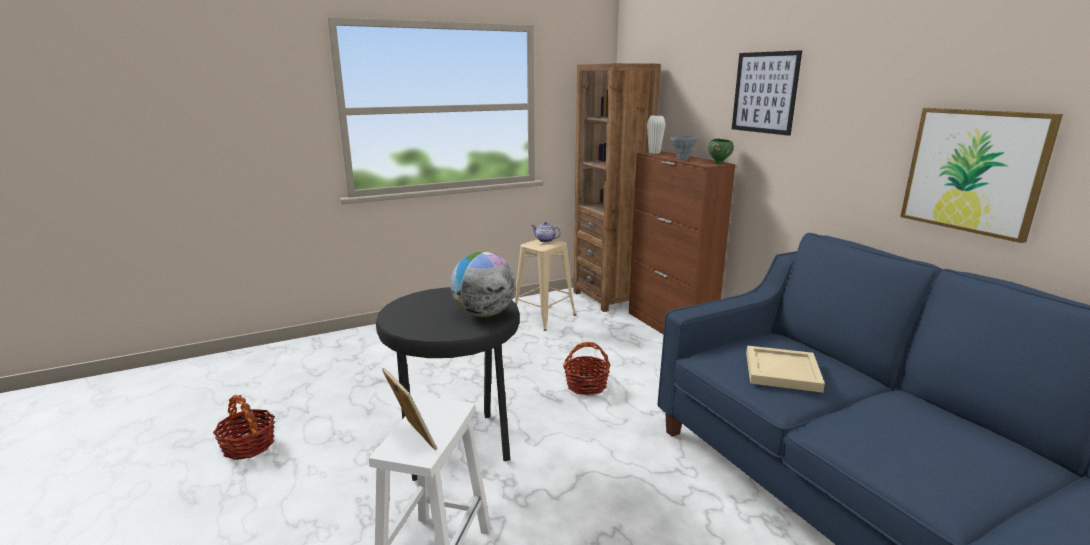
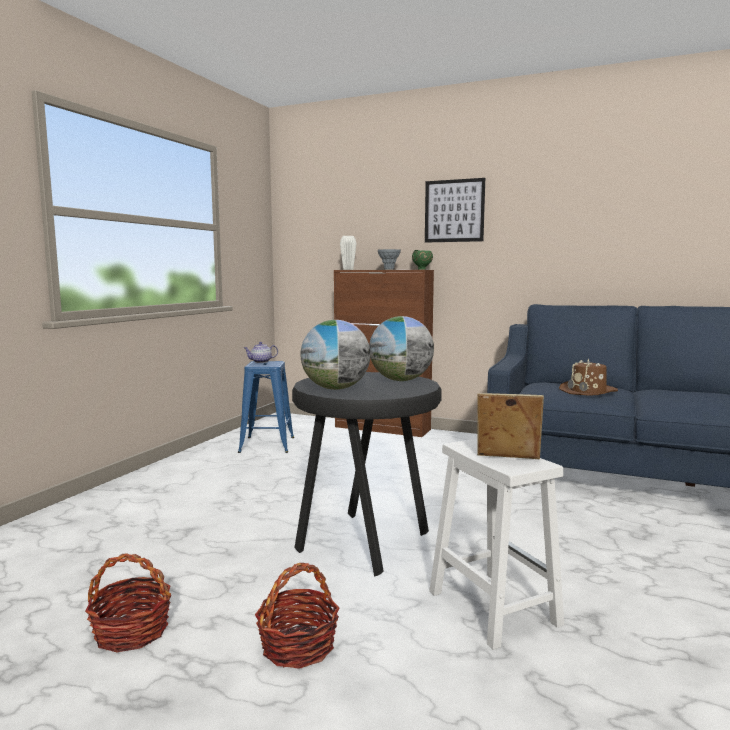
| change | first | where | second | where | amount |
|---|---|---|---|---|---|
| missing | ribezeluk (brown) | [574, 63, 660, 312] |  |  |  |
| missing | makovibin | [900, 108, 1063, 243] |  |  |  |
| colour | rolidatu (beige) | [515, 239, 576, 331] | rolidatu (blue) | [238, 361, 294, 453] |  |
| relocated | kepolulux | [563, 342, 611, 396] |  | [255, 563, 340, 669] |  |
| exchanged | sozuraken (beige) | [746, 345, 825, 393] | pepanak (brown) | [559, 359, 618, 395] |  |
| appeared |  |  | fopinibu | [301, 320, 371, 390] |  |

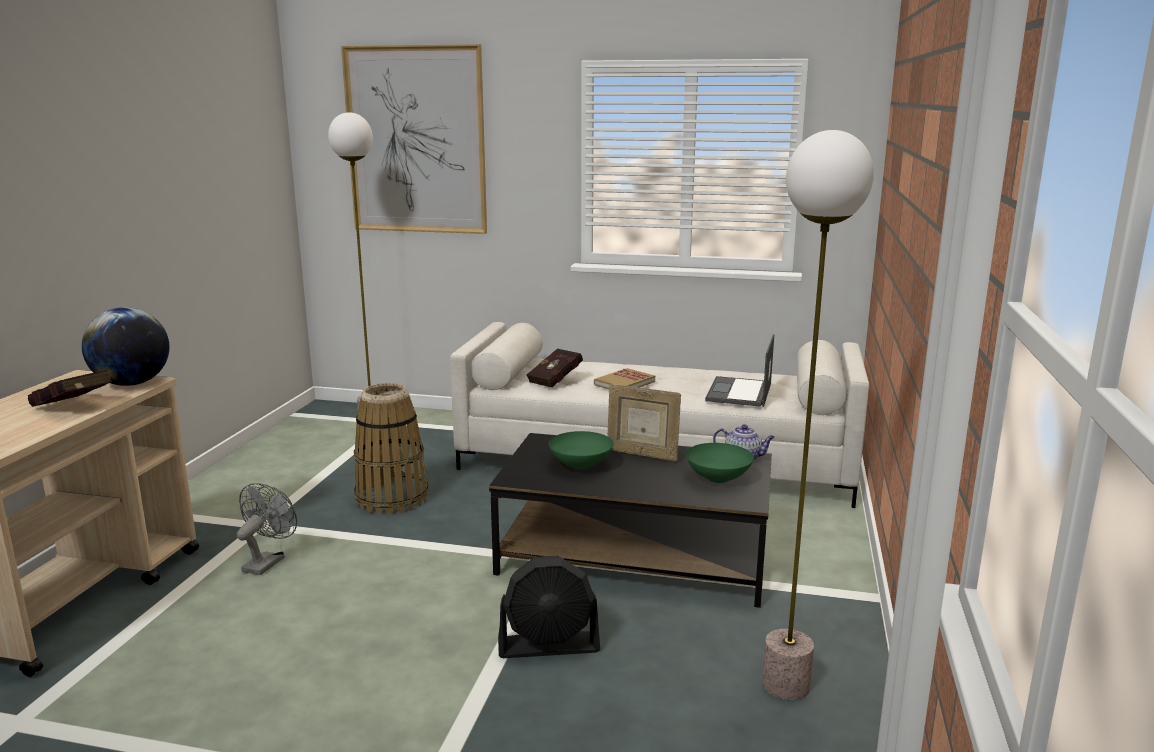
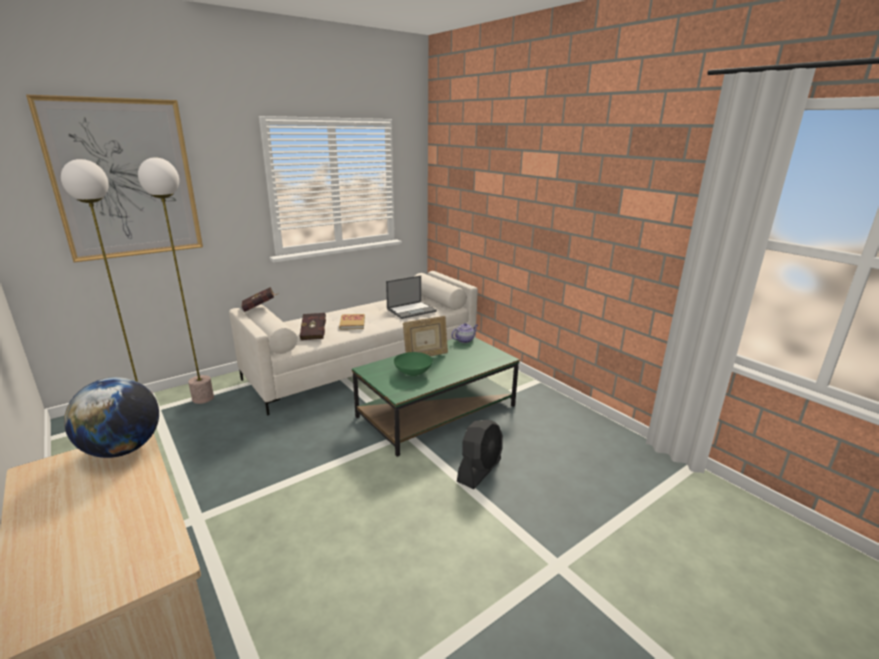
| change | first | where | second | where | amount |
|---|---|---|---|---|---|
| relocated | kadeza | [762, 130, 874, 700] |  | [138, 157, 214, 404] |  |
| spun | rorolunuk | [705, 334, 774, 407] |  | [386, 276, 437, 319] | 90 degrees counterclockwise |
| relocated | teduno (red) | [28, 370, 112, 407] |  | [242, 287, 279, 312] |  |
| missing | kepolulux | [354, 383, 429, 515] |  |  |  |
| colour | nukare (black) | [489, 433, 772, 608] | nukare (green) | [352, 337, 520, 457] |  |
| missing | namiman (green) | [686, 443, 754, 483] |  |  |  |
| missing | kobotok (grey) | [237, 483, 297, 575] |  |  |  |

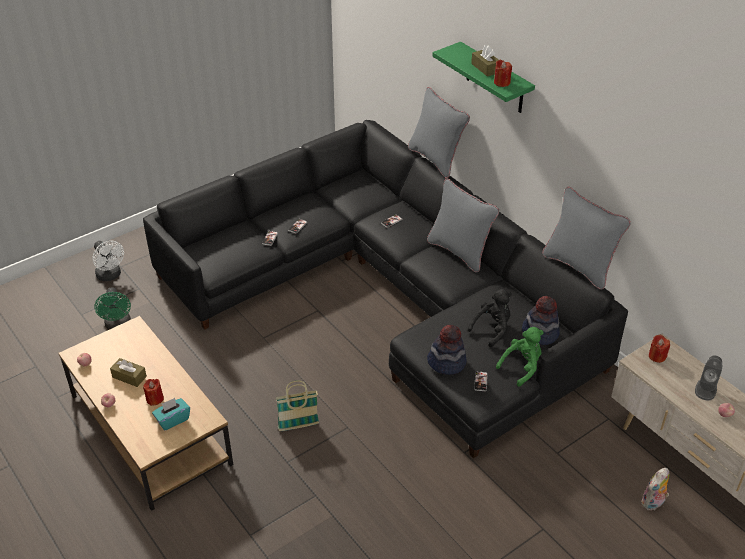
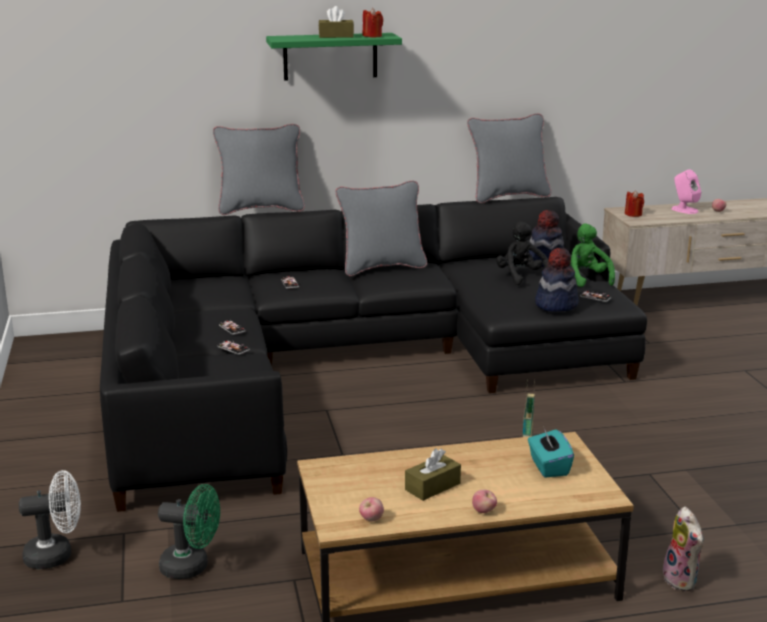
| change | first | where | second | where | amount |
|---|---|---|---|---|---|
| colour | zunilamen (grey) | [695, 355, 722, 401] | zunilamen (pink) | [671, 169, 701, 214] |  |
| missing | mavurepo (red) | [143, 379, 164, 406] |  |  |  |
| relocated | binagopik | [641, 468, 669, 511] |  | [663, 507, 703, 591] |  |

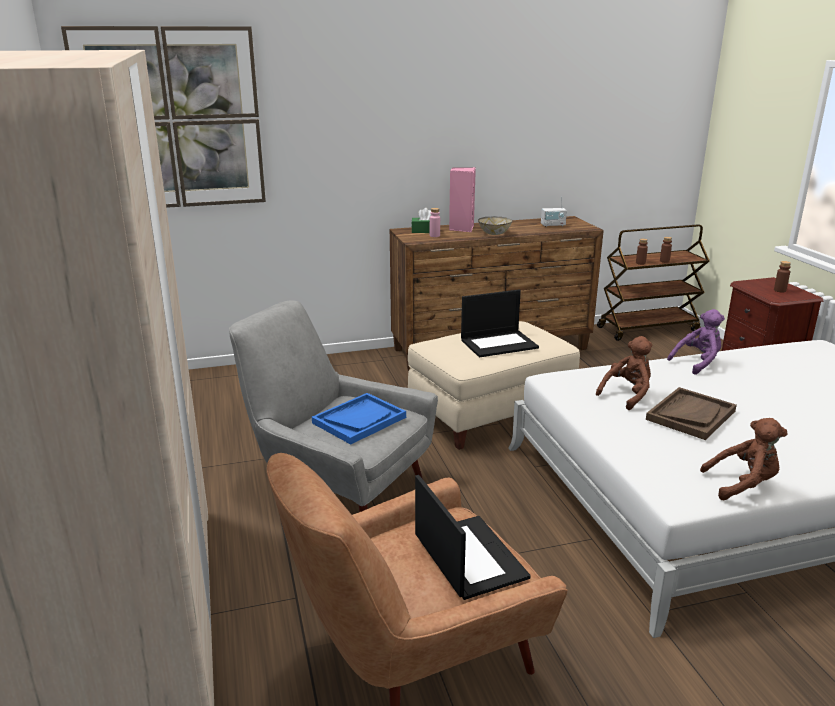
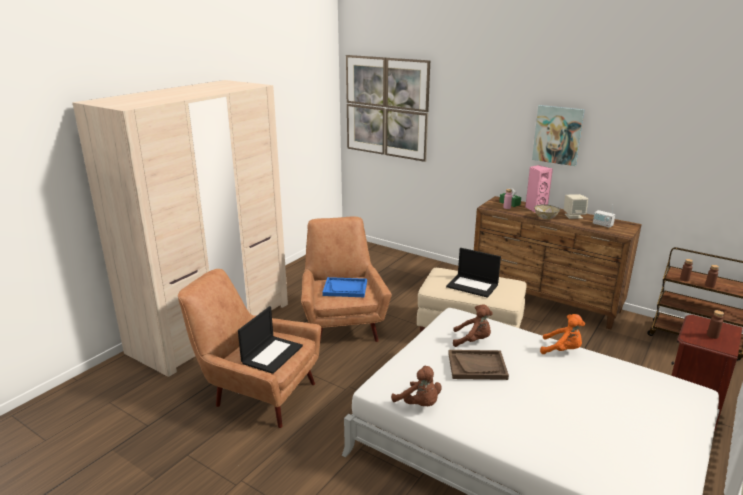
| change | first | where | second | where | amount |
|---|---|---|---|---|---|
| colour | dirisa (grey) | [229, 300, 438, 512] | dirisa (brown) | [301, 216, 392, 342] |  |
| colour | binagopik (purple) | [667, 309, 725, 375] | binagopik (orange) | [540, 314, 585, 354] |  |
| appeared |  |  | makovibin | [532, 105, 585, 166] |  |
| appeared |  |  | zunilamen (beige) | [564, 194, 588, 219] |  |

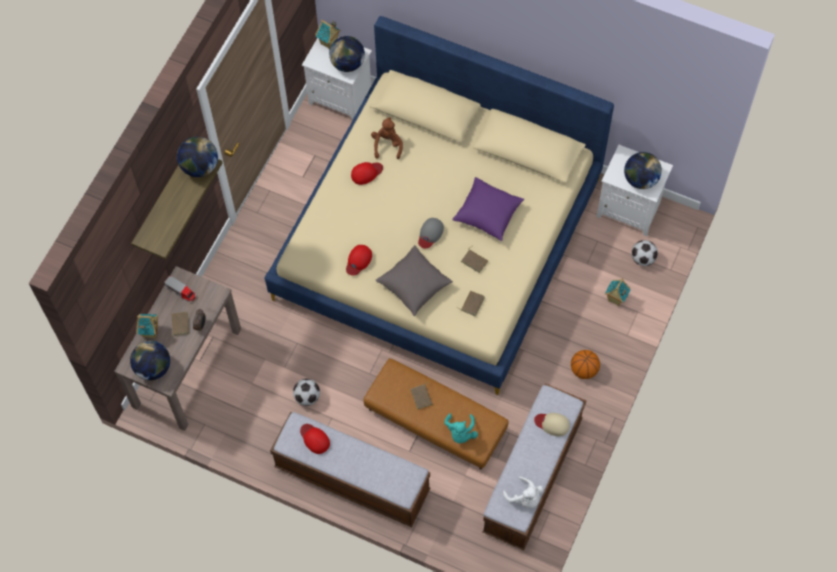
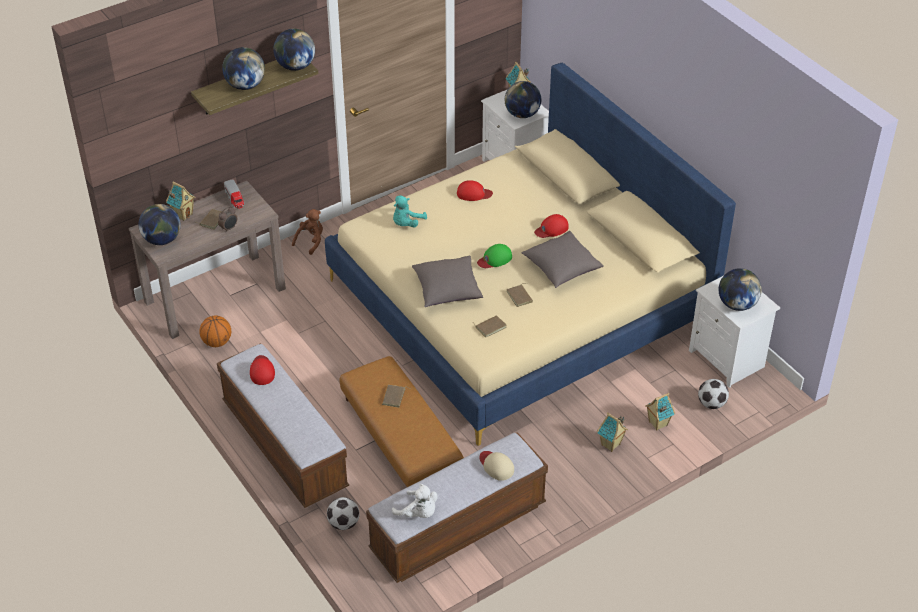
| change | first | where | second | where | amount |
|---|---|---|---|---|---|
| relocated | binagopik (brown) | [371, 117, 403, 159] |  | [292, 209, 323, 255] |  |
| colour | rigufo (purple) | [452, 177, 524, 242] | rigufo (grey) | [522, 231, 604, 288] |  |
| colour | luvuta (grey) | [418, 218, 444, 248] | luvuta (green) | [477, 244, 512, 268] |  |
| relocated | luvuta (red) | [346, 245, 372, 276] |  | [534, 214, 569, 238] |  |
| relocated | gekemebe | [571, 350, 600, 379] |  | [199, 316, 231, 347] |  |
| relocated | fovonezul | [293, 379, 320, 406] |  | [327, 497, 359, 530] |  |
| relocated | binagopik (turquoise) | [445, 413, 478, 443] |  | [393, 195, 427, 227] |  |
| spun | binagopik (white) | [503, 477, 543, 508] |  | [392, 484, 438, 518] | 45 degrees counterclockwise |
| appeared |  |  | fopinibu | [222, 47, 265, 90] |  |
| appeared |  |  | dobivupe | [597, 412, 628, 452] |  |

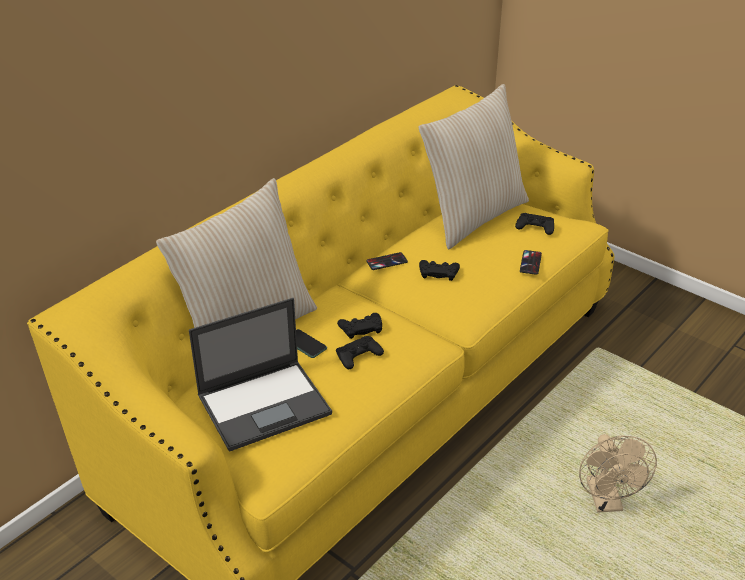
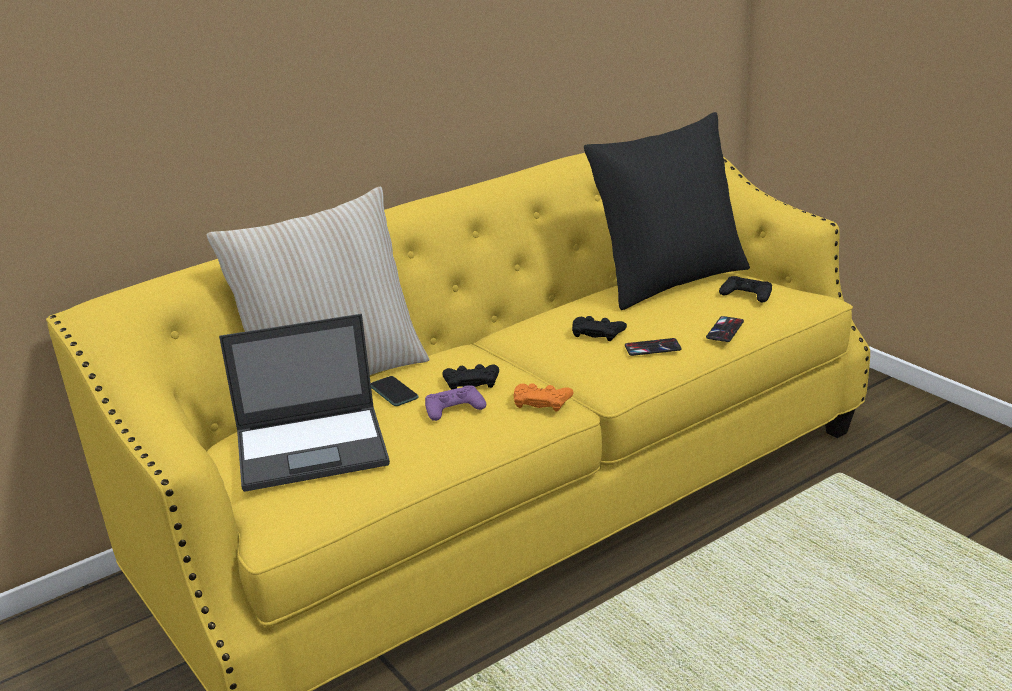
| change | first | where | second | where | amount |
|---|---|---|---|---|---|
| colour | rigufo (beige) | [418, 84, 529, 249] | rigufo (black) | [584, 112, 750, 310] |  |
| relocated | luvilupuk | [366, 252, 408, 270] |  | [625, 338, 682, 356] |  |
| colour | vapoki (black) | [336, 336, 384, 369] | vapoki (purple) | [425, 386, 486, 421] |  |
| missing | kobotok (beige) | [579, 434, 657, 512] |  |  |  |
| appeared |  |  | vapoki (orange) | [514, 383, 573, 412] |  |

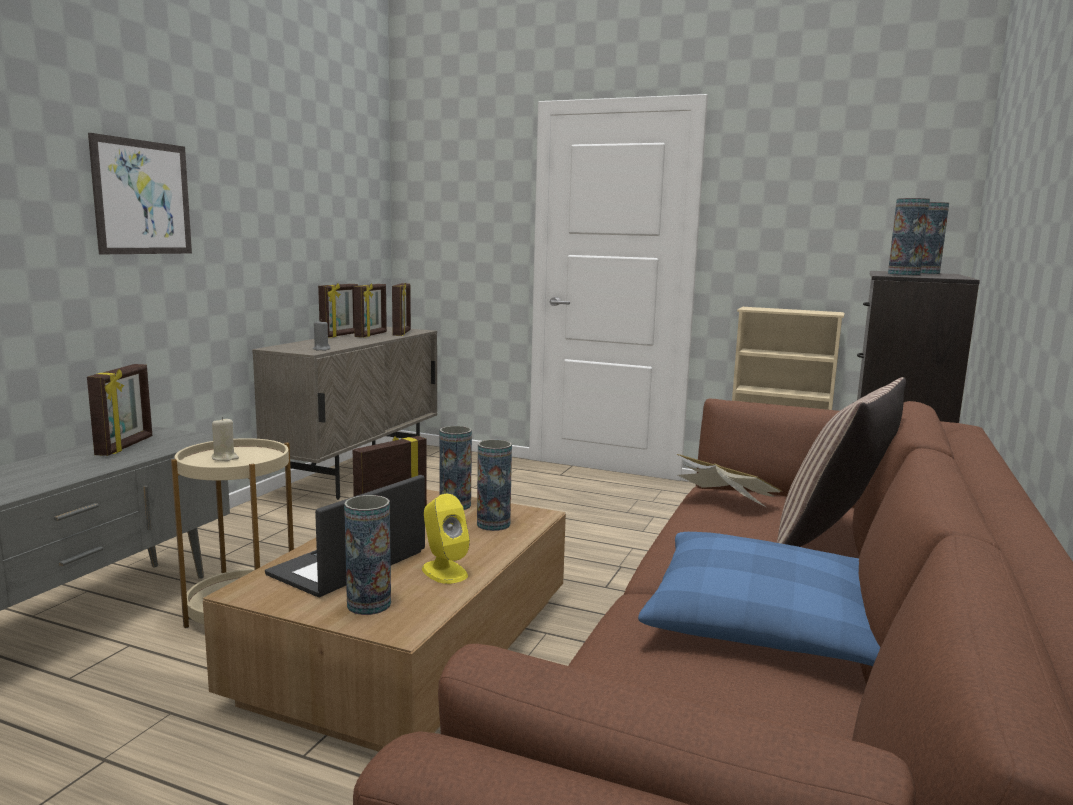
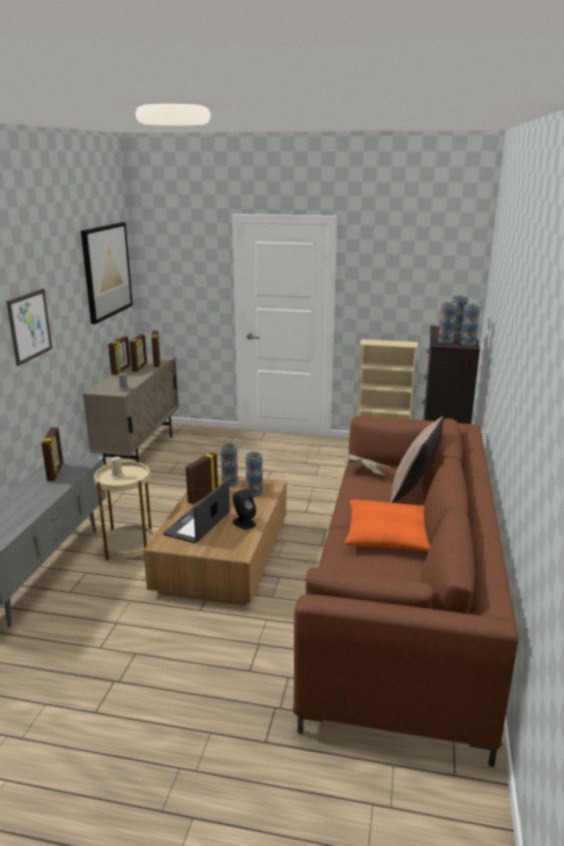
| change | first | where | second | where | amount |
|---|---|---|---|---|---|
| colour | zunilamen (yellow) | [422, 494, 470, 584] | zunilamen (black) | [232, 489, 256, 529] |  |
| relocated | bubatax | [344, 495, 391, 615] |  | [461, 304, 481, 346] |  |
| colour | rigufo (blue) | [638, 532, 880, 666] | rigufo (orange) | [345, 500, 430, 552] |  |
| appeared |  |  | makovibin | [81, 222, 133, 324] |  |

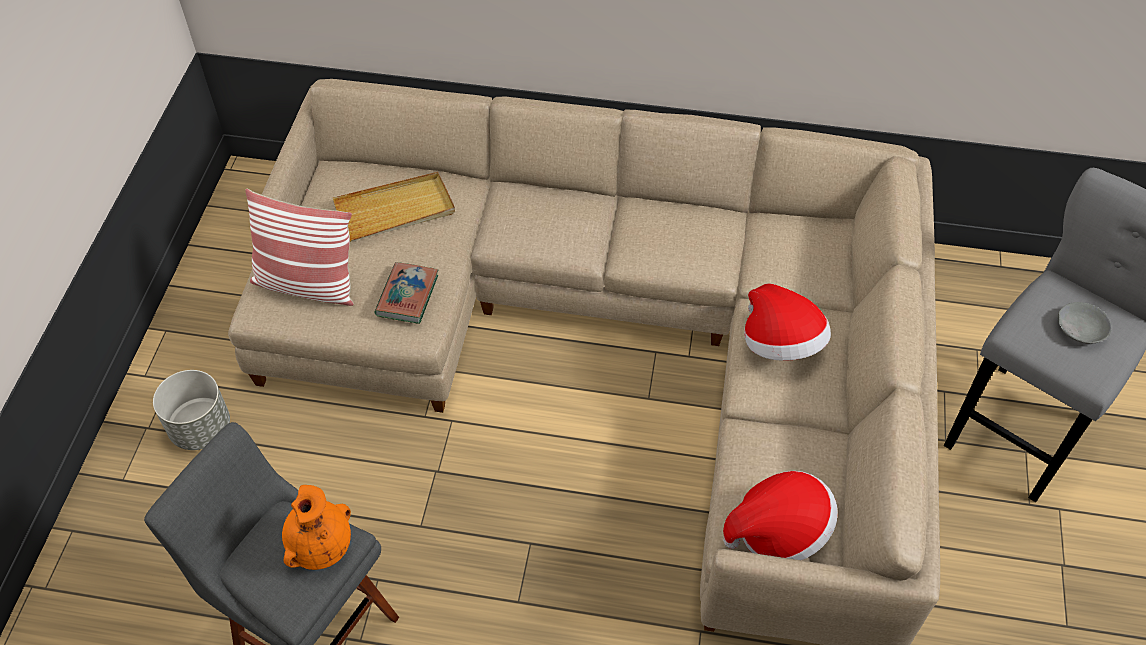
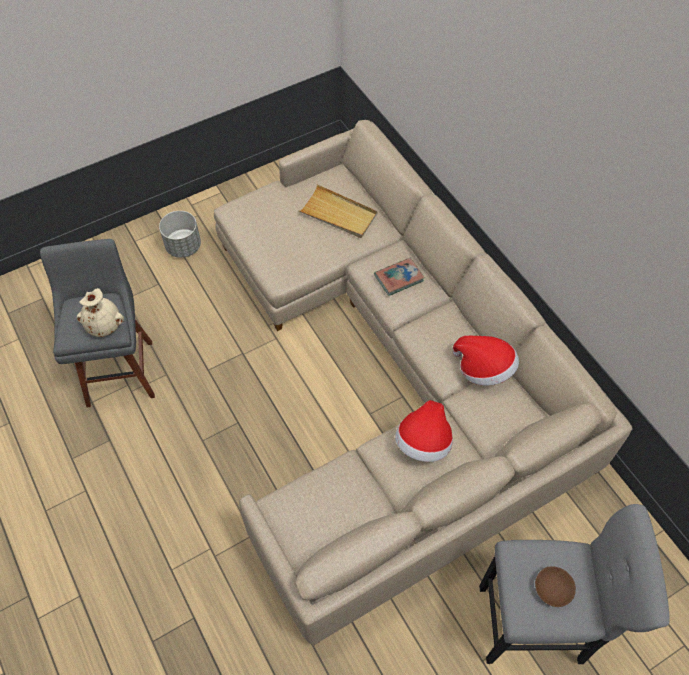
| change | first | where | second | where | amount |
|---|---|---|---|---|---|
| missing | rigufo | [245, 189, 354, 306] |  |  |  |
| relocated | teduno | [374, 262, 438, 324] |  | [374, 258, 425, 296] |  |
| colour | namiman (grey) | [1057, 302, 1112, 344] | namiman (brown) | [535, 566, 576, 607] |  |
| relocated | pepanak | [723, 471, 838, 560] |  | [453, 335, 519, 386] |  |
| colour | bubatax (orange) | [282, 485, 351, 570] | bubatax (beige) | [77, 288, 124, 337] |  |

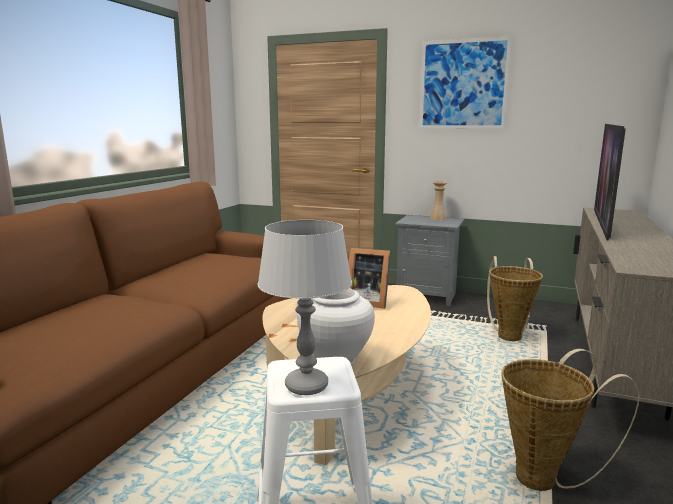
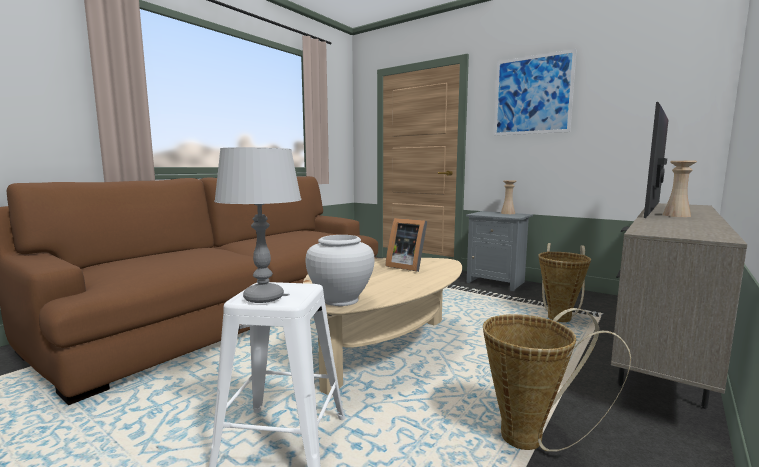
| change | first | where | second | where | amount |
|---|---|---|---|---|---|
| appeared |  |  | bubatax (beige) | [663, 161, 697, 217] |  |

